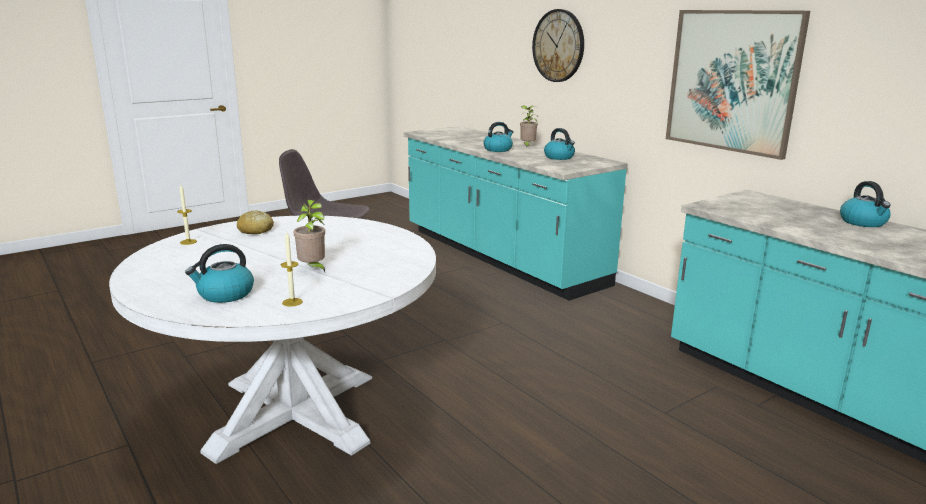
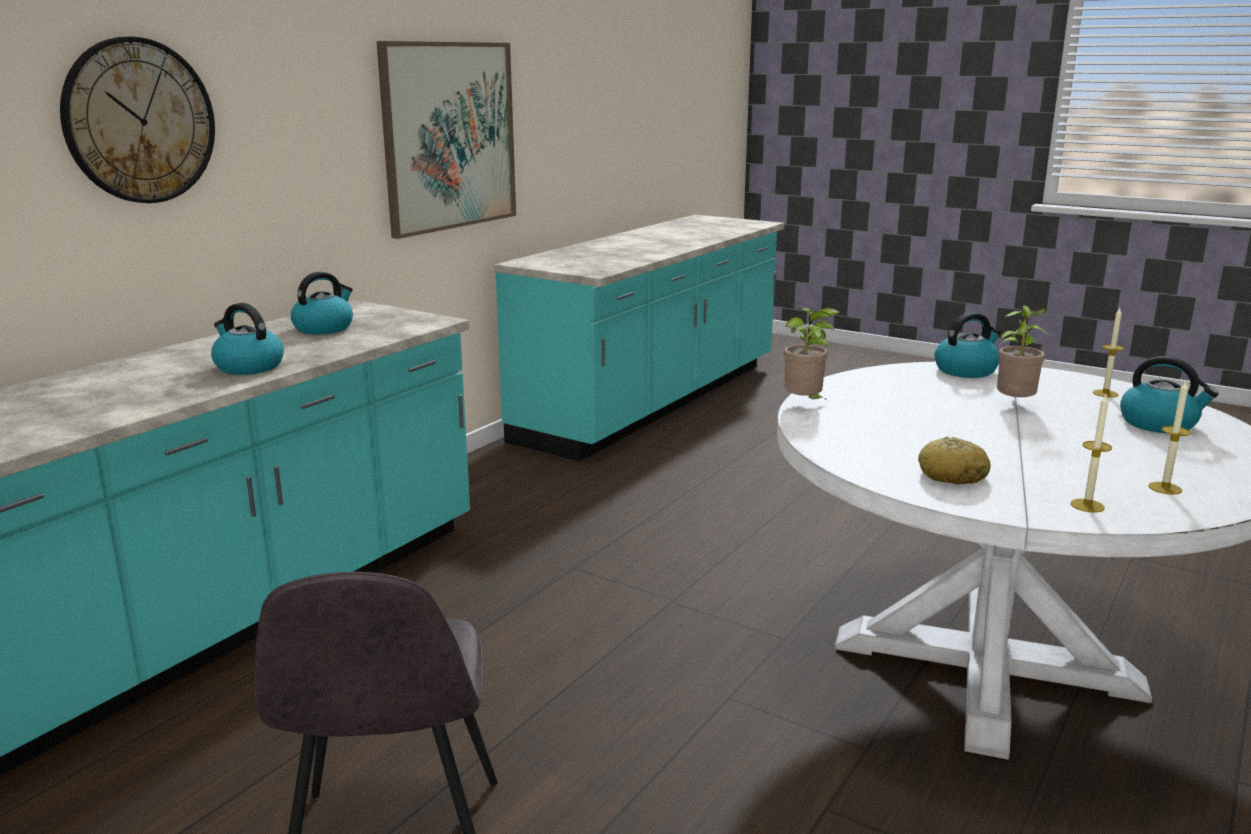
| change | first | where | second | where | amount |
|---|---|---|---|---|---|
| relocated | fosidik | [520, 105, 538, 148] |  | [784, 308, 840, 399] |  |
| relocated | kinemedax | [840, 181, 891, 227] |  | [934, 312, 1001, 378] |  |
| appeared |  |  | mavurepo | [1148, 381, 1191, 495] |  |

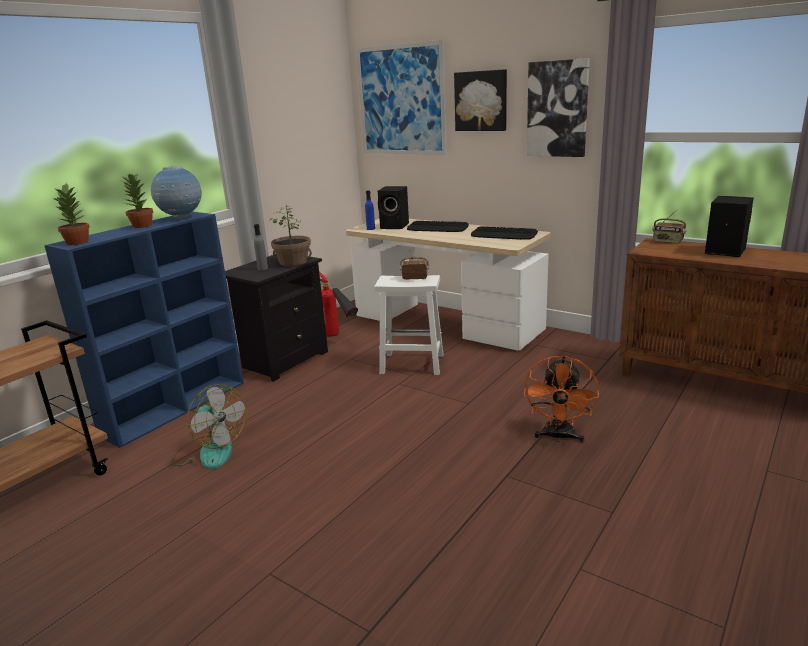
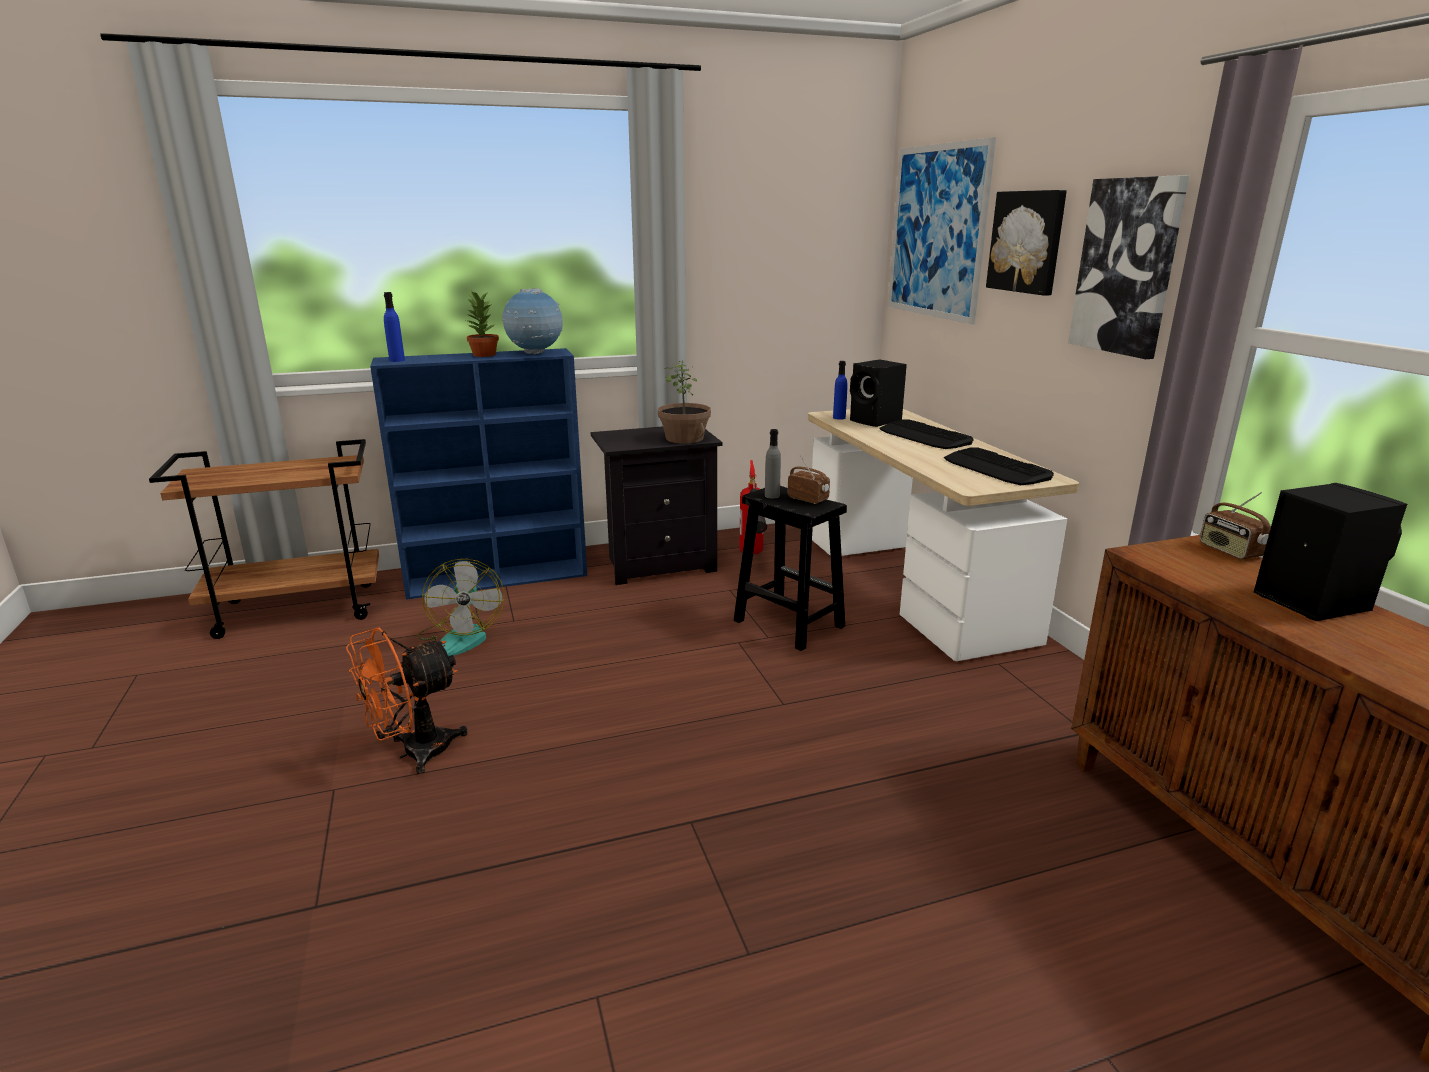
| change | first | where | second | where | amount |
|---|---|---|---|---|---|
| exchanged | fosidik | [52, 183, 90, 245] | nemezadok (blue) | [384, 292, 405, 362] |  |
| relocated | nemezadok (grey) | [254, 224, 268, 270] |  | [765, 429, 781, 499] |  |
| colour | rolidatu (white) | [374, 275, 444, 375] | rolidatu (black) | [734, 486, 847, 651] |  |
| relocated | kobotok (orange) | [524, 356, 599, 443] |  | [346, 628, 468, 774] |  |

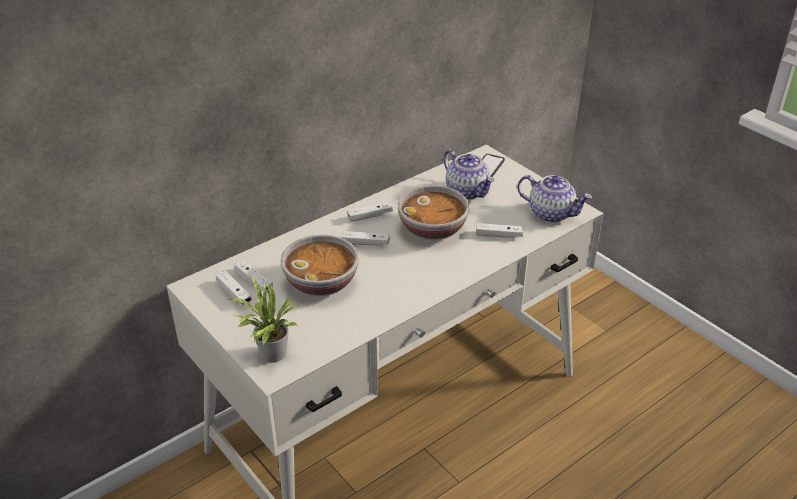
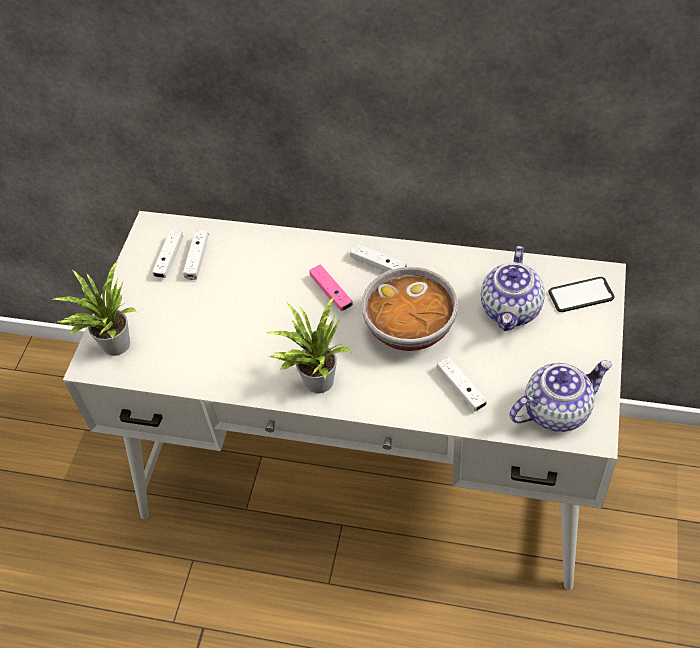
| change | first | where | second | where | amount |
|---|---|---|---|---|---|
| spun | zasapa | [517, 175, 592, 223] |  | [509, 360, 612, 432] | 105 degrees counterclockwise |
| colour | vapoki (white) | [341, 231, 389, 246] | vapoki (pink) | [309, 265, 353, 311] |  |
| missing | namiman | [281, 235, 359, 296] |  |  |  |
| appeared |  |  | fosidik | [265, 296, 351, 393] |  |

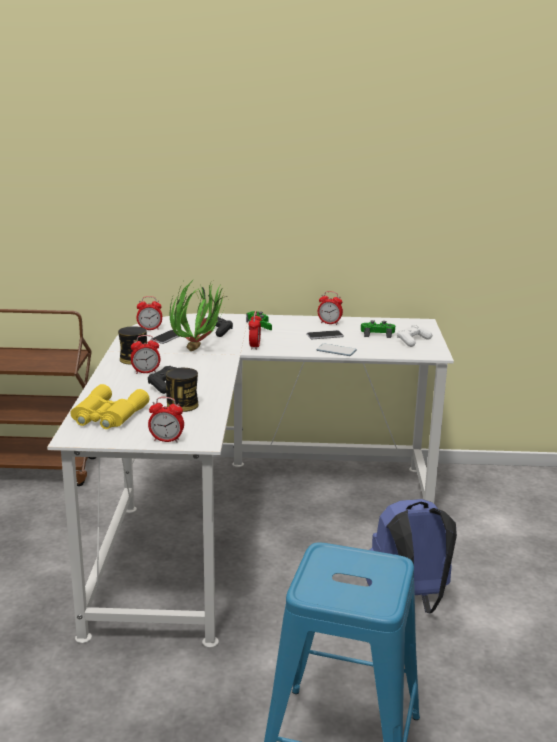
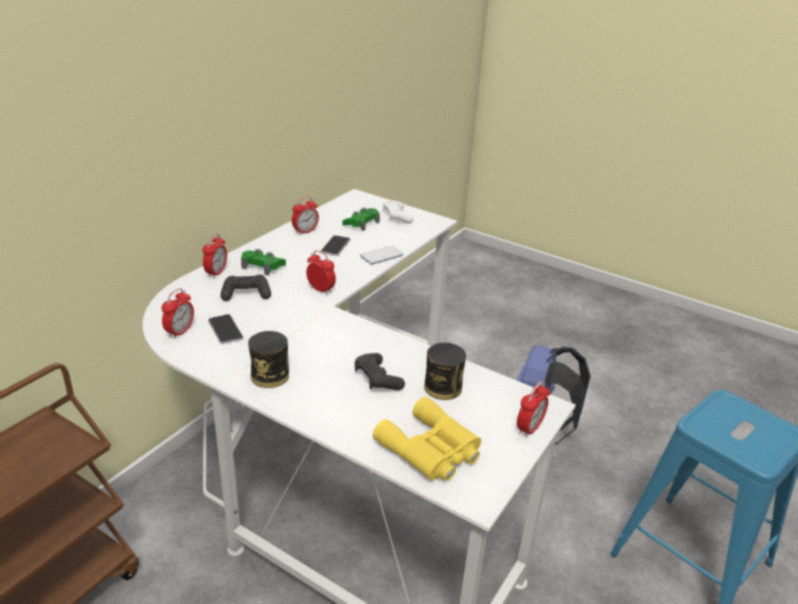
| change | first | where | second | where | amount |
|---|---|---|---|---|---|
| missing | fosidik | [170, 279, 227, 351] |  |  |  |
| relocated | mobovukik | [131, 335, 160, 374] |  | [203, 233, 227, 279] |  |

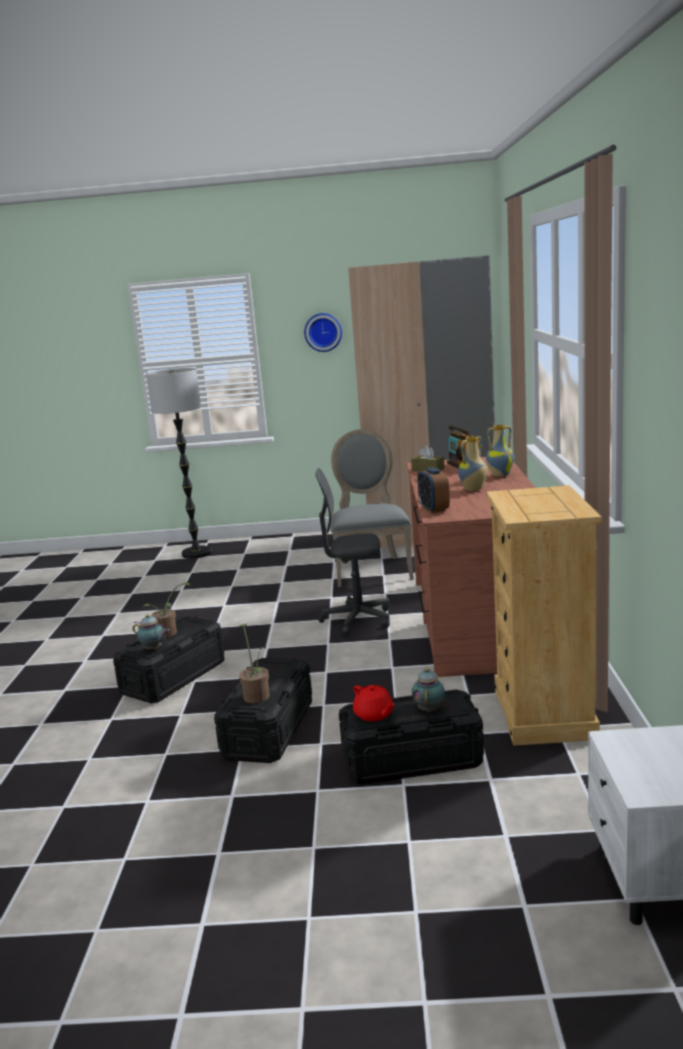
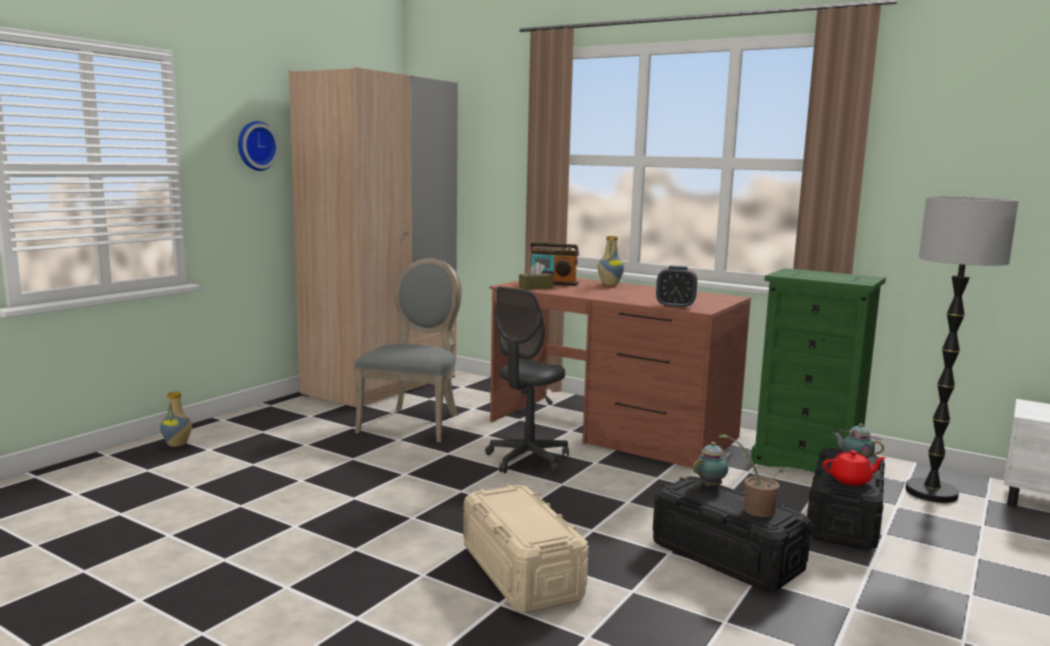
| change | first | where | second | where | amount |
|---|---|---|---|---|---|
| relocated | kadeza | [146, 368, 212, 559] |  | [905, 196, 1018, 503] |  |
| spun | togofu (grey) | [331, 429, 414, 587] |  | [354, 258, 462, 442] | 75 degrees clockwise |
| relocated | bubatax | [458, 436, 488, 491] |  | [160, 391, 192, 447] |  |
| colour | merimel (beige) | [486, 485, 601, 746] | merimel (green) | [751, 268, 886, 473] |  |
| missing | fosidik | [144, 582, 191, 638] |  |  |  |
| relocated | zasapa | [132, 614, 169, 650] |  | [693, 442, 732, 487] |  |
| colour | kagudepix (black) | [113, 616, 225, 703] | kagudepix (beige) | [463, 485, 589, 613] |  |

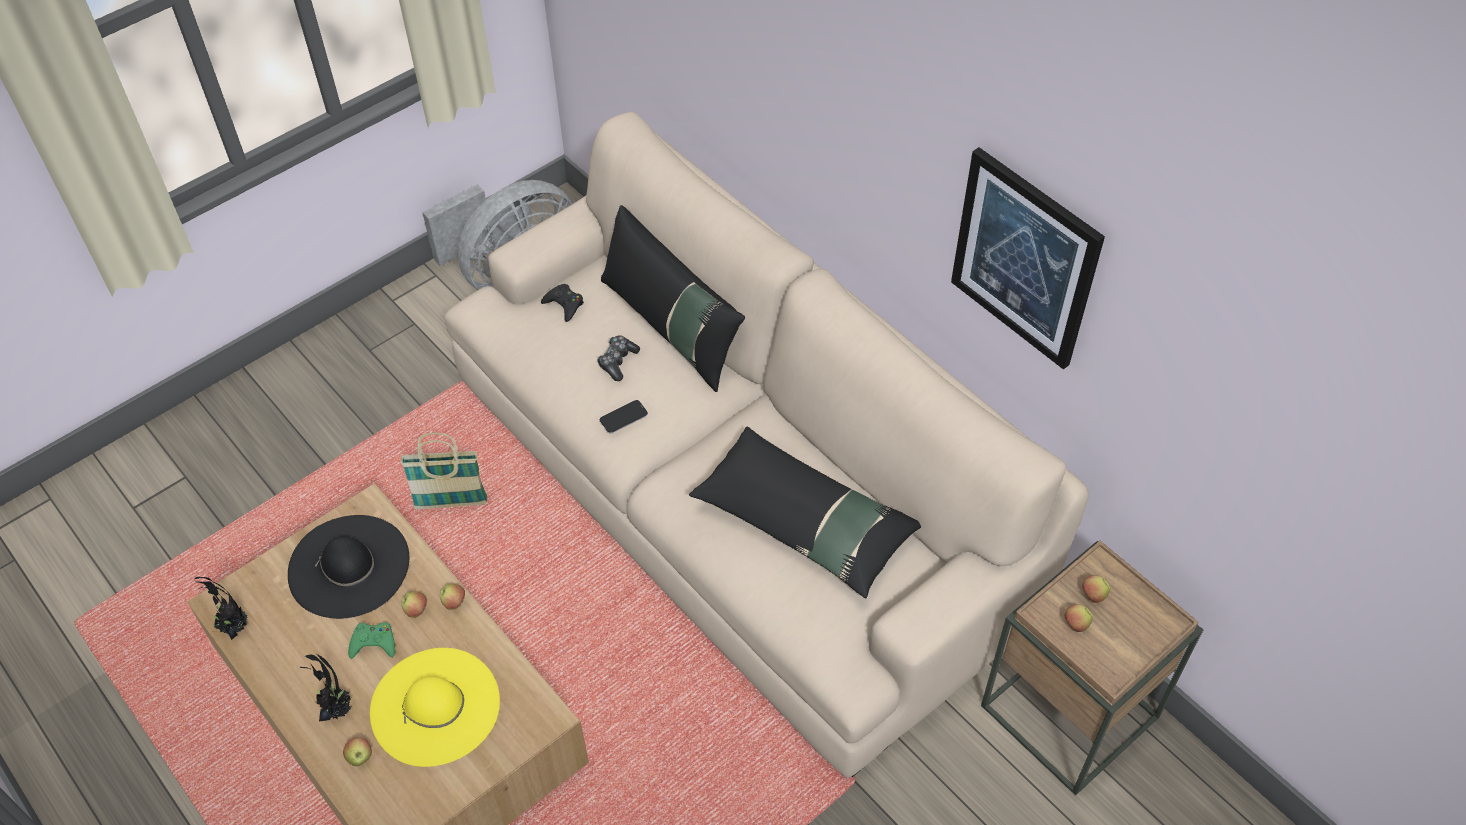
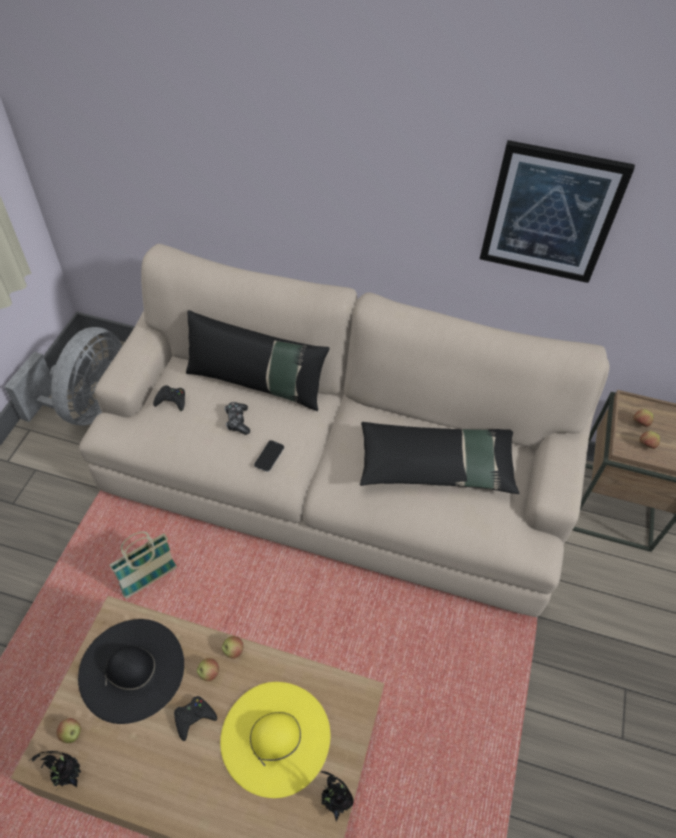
| change | first | where | second | where | amount |
|---|---|---|---|---|---|
| colour | vapoki (green) | [348, 622, 395, 659] | vapoki (black) | [174, 696, 217, 741] |  |
| relocated | fosidik | [300, 654, 351, 721] |  | [320, 771, 353, 821] |  |
| relocated | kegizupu | [343, 737, 372, 766] |  | [57, 718, 81, 743] |  |

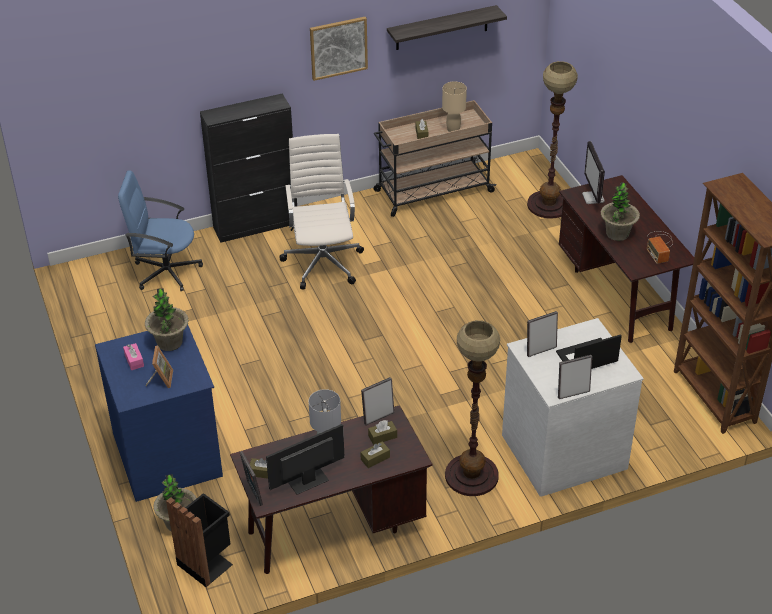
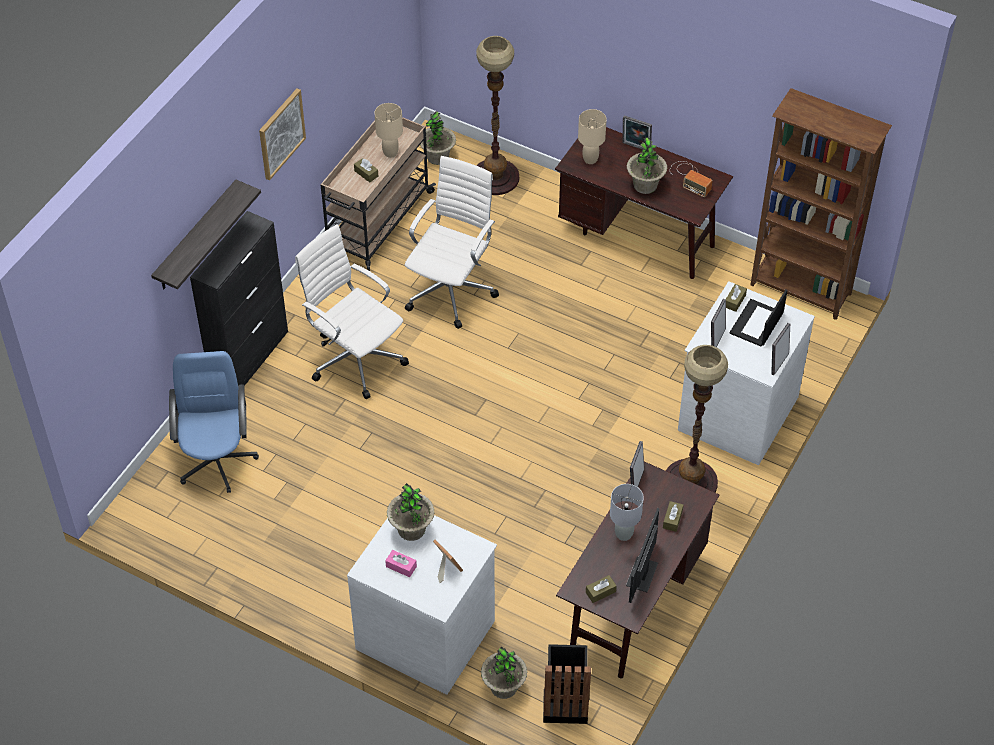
| change | first | where | second | where | amount |
|---|---|---|---|---|---|
| relocated | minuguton | [387, 5, 507, 50] |  | [151, 180, 261, 289] |  |
| exchanged | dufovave | [582, 141, 605, 204] | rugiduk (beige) | [578, 109, 607, 164] |  |
| spun | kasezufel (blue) | [118, 170, 203, 291] |  | [169, 351, 259, 493] | 120 degrees clockwise |
| colour | merimel (blue) | [95, 325, 223, 502] | merimel (white) | [347, 515, 497, 695] |  |
| relocated | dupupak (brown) | [368, 420, 397, 445] |  | [726, 284, 747, 312] |  |
| relocated | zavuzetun | [239, 451, 263, 506] |  | [622, 116, 652, 150] |  |
| appeared |  |  | fosidik | [420, 111, 456, 165] |  |
| appeared |  |  | kasezufel (white) | [405, 156, 499, 329] |  |

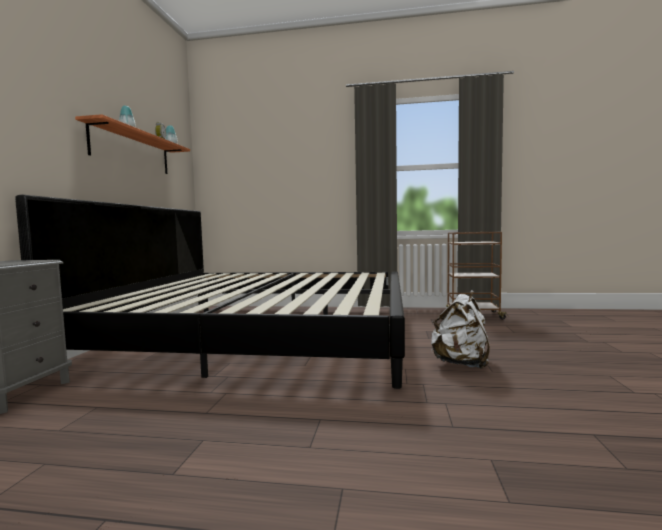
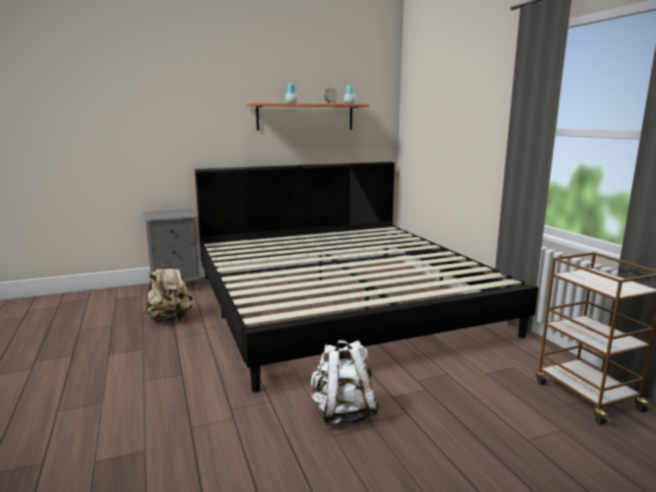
| change | first | where | second | where | amount |
|---|---|---|---|---|---|
| appeared |  |  | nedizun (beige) | [144, 261, 193, 321] |  |

